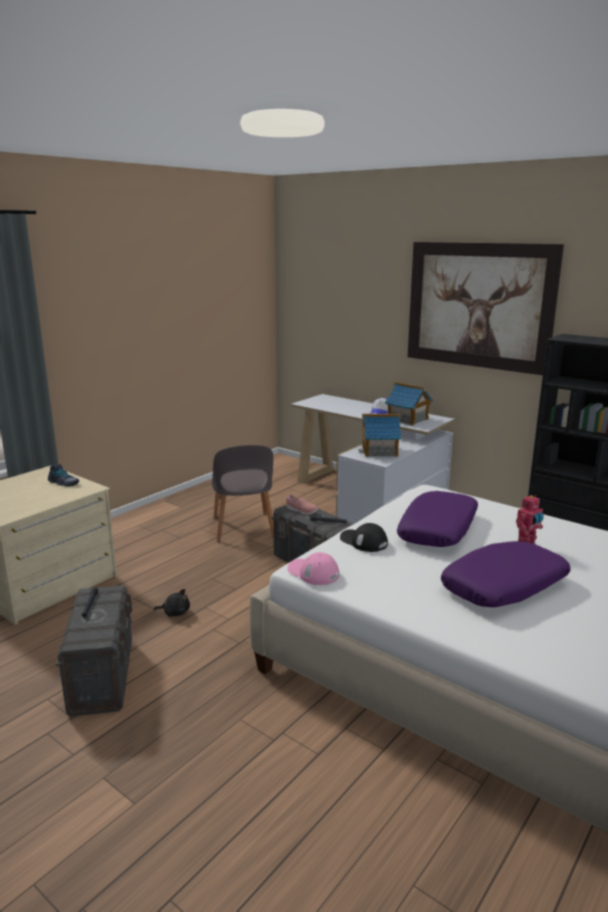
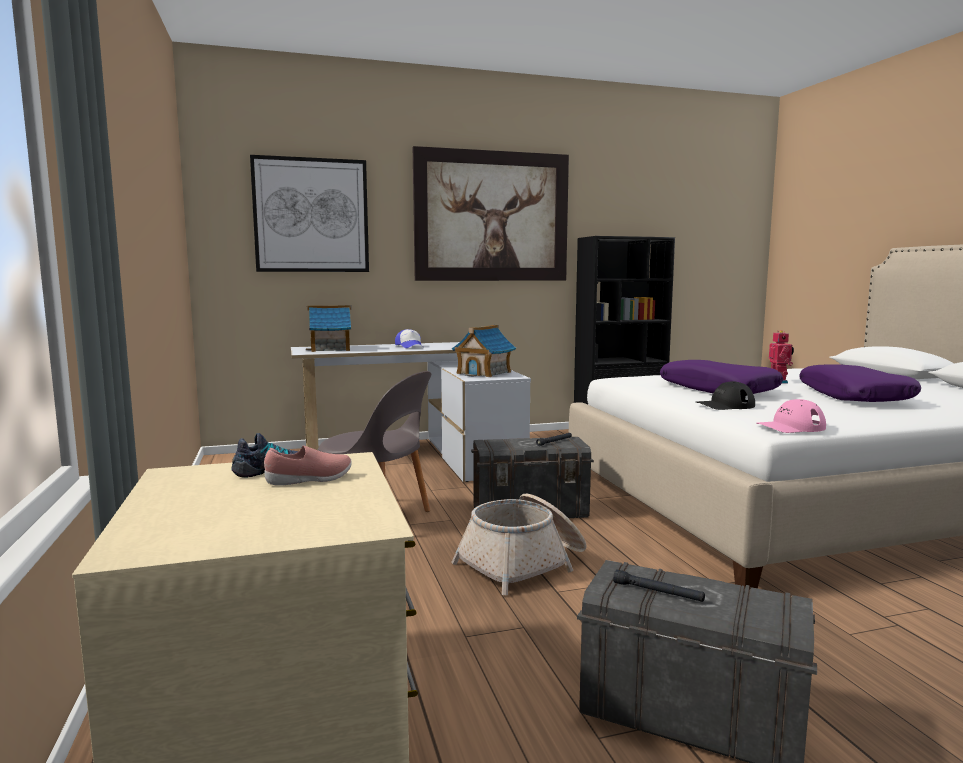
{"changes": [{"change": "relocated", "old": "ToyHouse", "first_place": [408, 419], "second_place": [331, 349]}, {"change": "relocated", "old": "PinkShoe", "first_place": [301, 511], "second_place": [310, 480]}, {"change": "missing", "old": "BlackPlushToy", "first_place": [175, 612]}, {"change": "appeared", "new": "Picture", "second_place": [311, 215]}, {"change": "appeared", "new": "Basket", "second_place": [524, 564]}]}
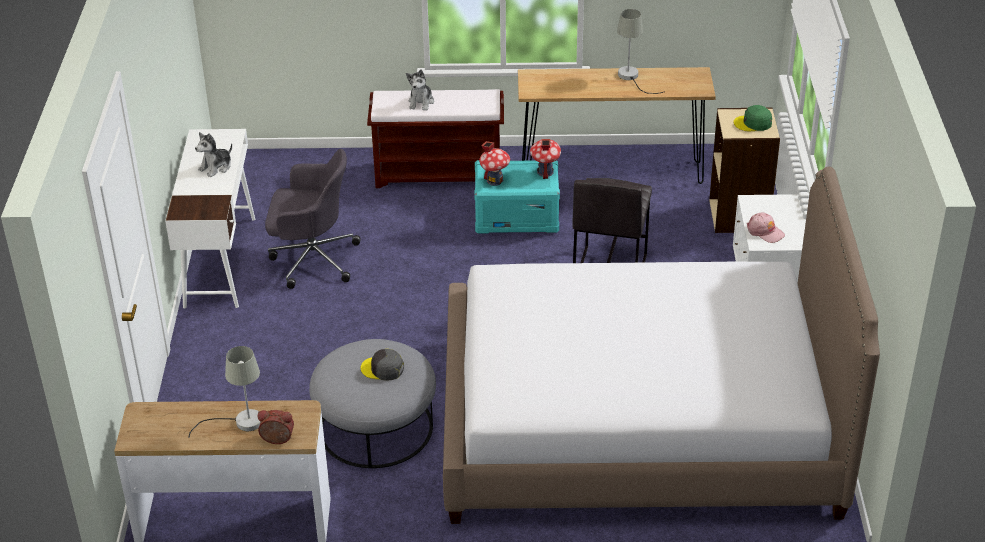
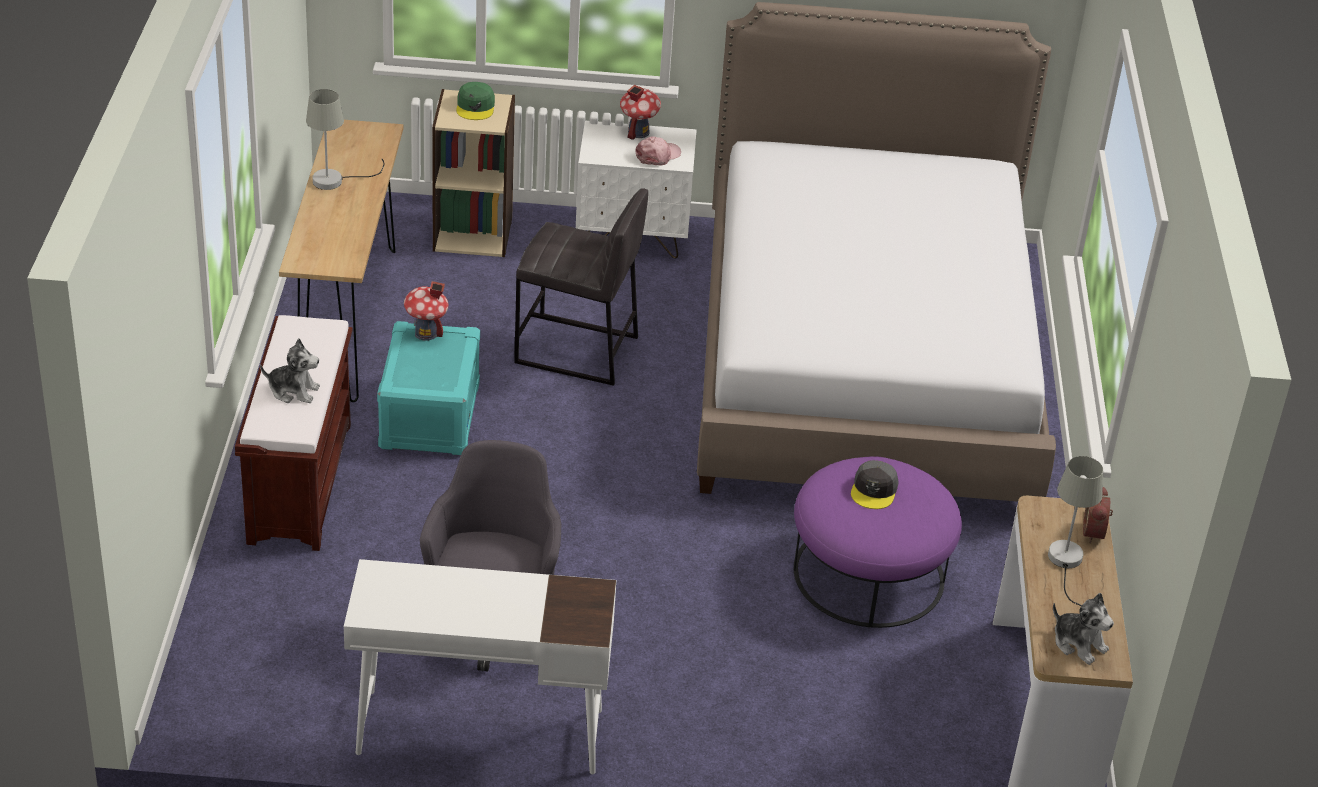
{"changes": [{"change": "relocated", "old": "PlushToy", "first_place": [216, 167], "second_place": [1078, 644]}, {"change": "relocated", "old": "ToyHouse", "first_place": [495, 180], "second_place": [638, 132]}, {"change": "colour", "old": "GreyOttoman", "new": "PurpleOttoman", "first_place": [376, 427], "second_place": [869, 574]}]}
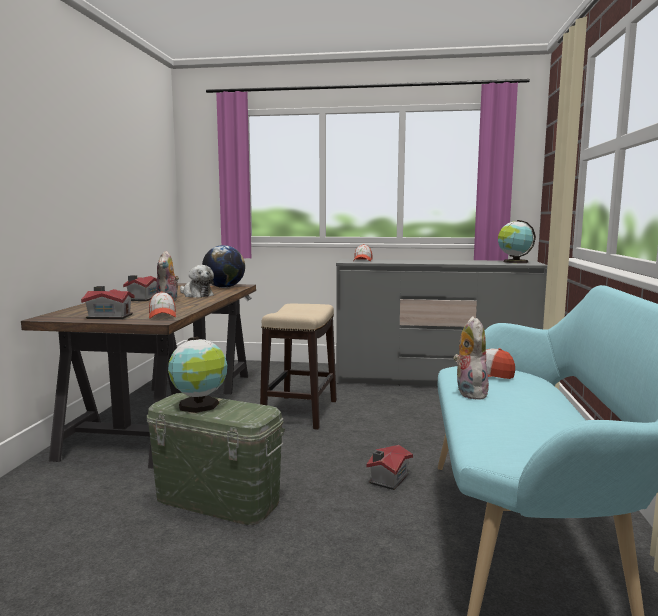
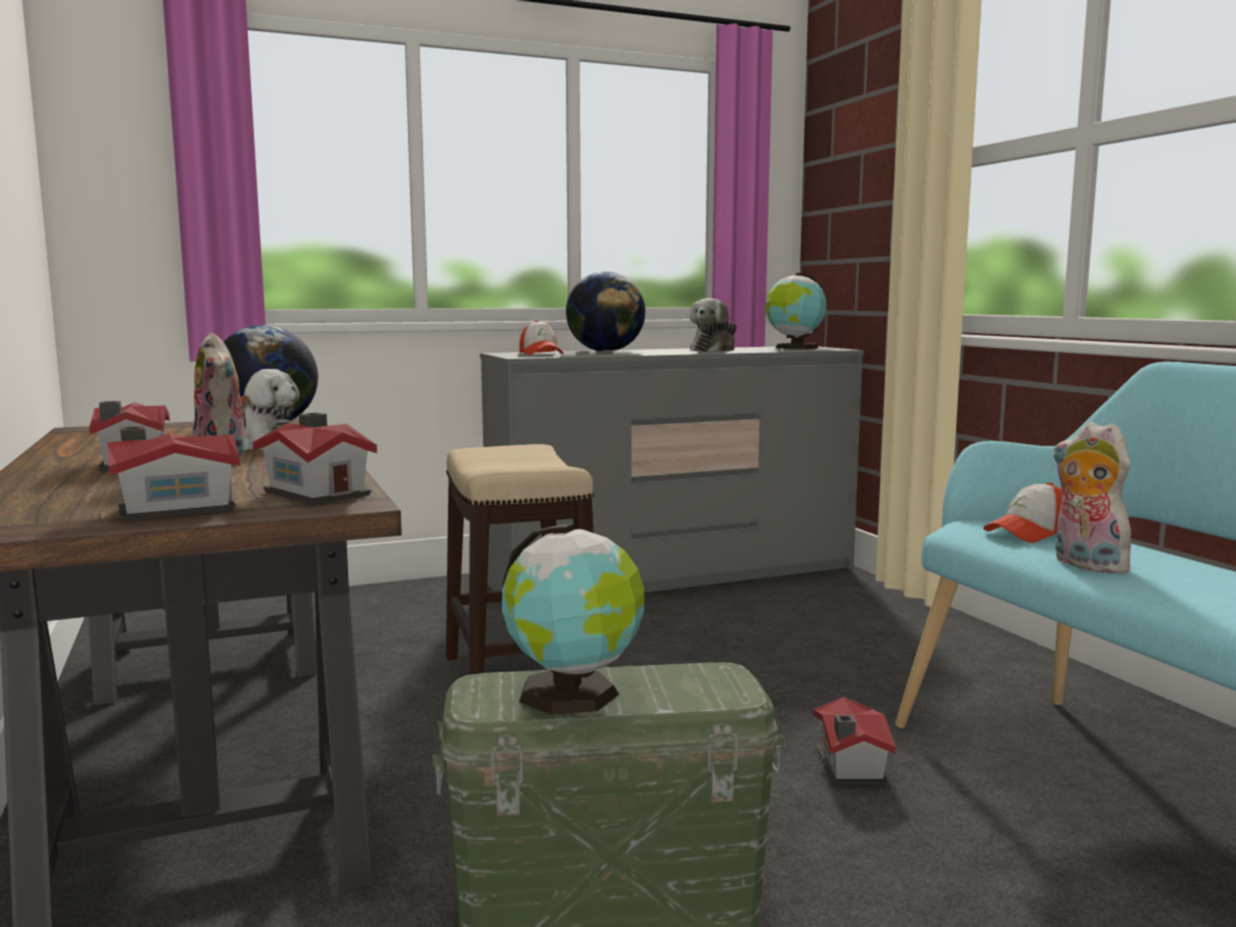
{"changes": [{"change": "exchanged", "old": "Cap", "new": "ToyHouse", "first_place": [162, 315], "second_place": [318, 492]}, {"change": "appeared", "new": "Globe", "second_place": [605, 351]}, {"change": "appeared", "new": "PlushToy", "second_place": [714, 350]}]}
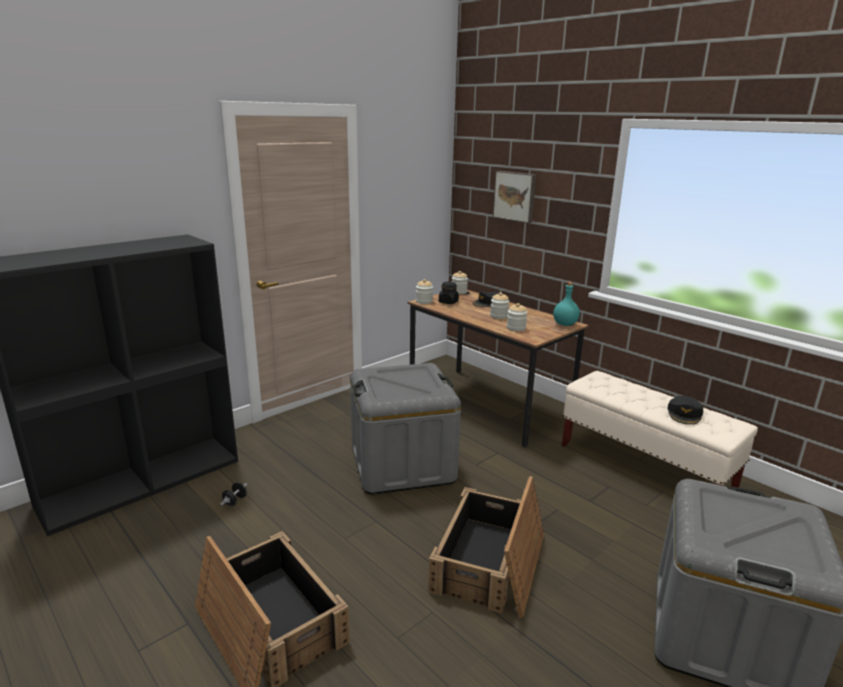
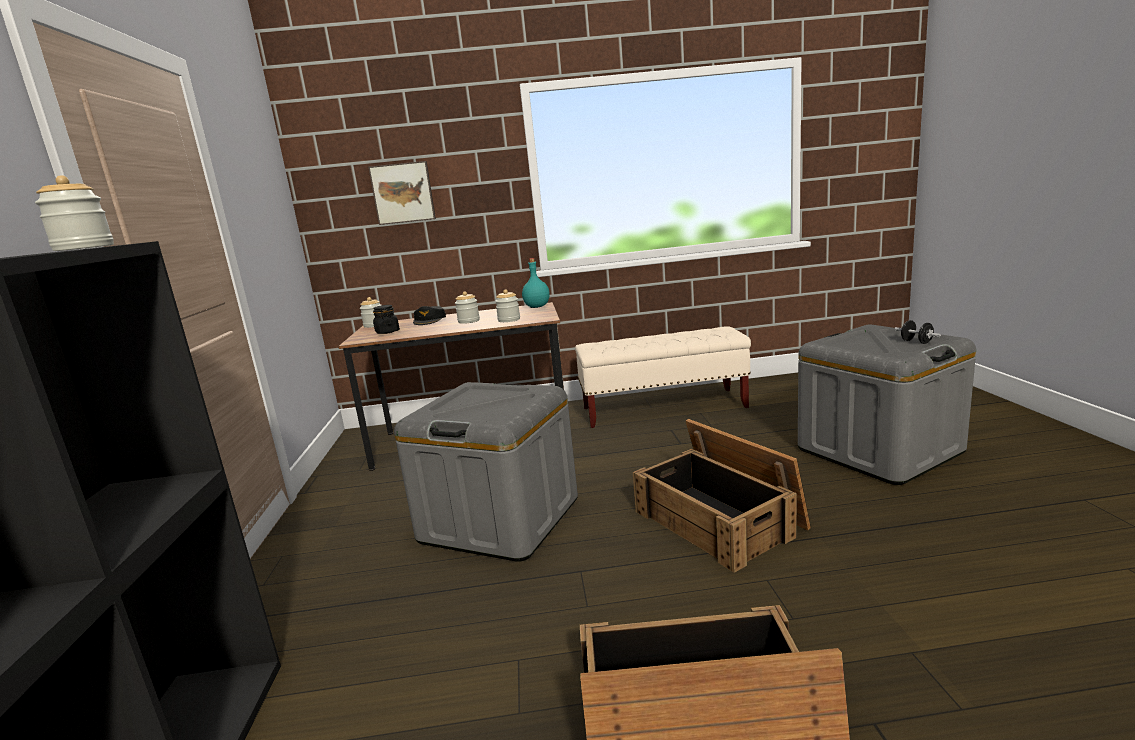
{"changes": [{"change": "relocated", "old": "Jar", "first_place": [424, 301], "second_place": [84, 248]}, {"change": "missing", "old": "BlackCap", "first_place": [684, 414]}, {"change": "relocated", "old": "BlackDumbbell", "first_place": [235, 501], "second_place": [916, 342]}]}
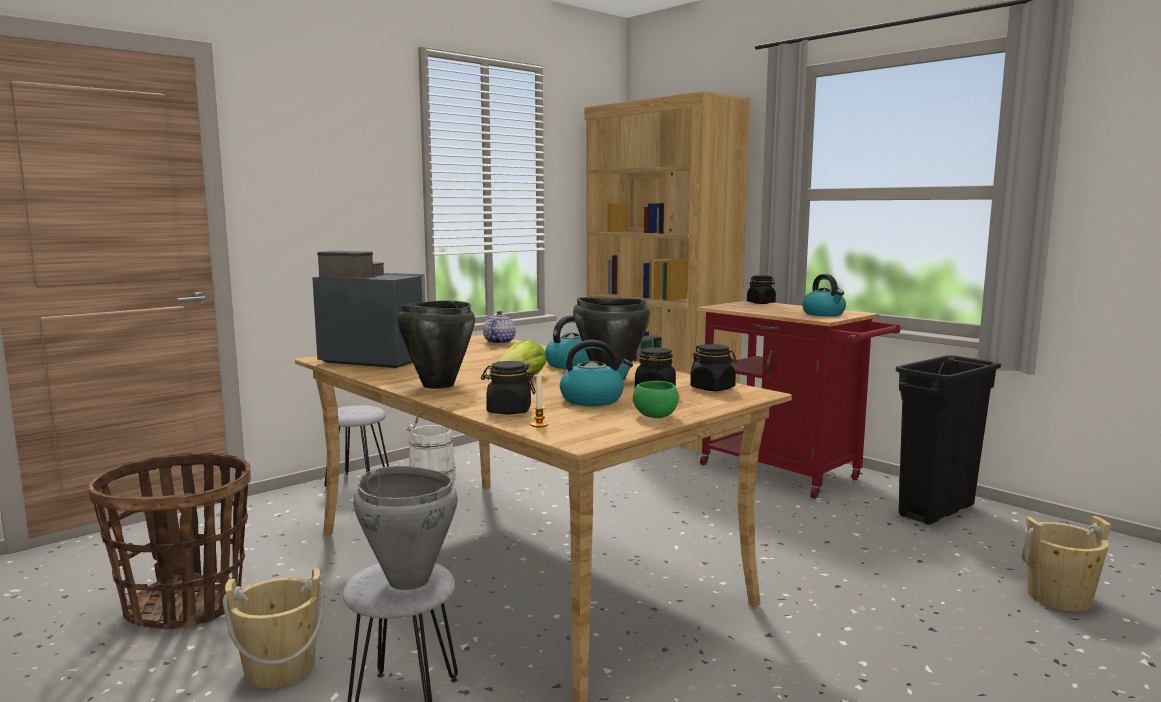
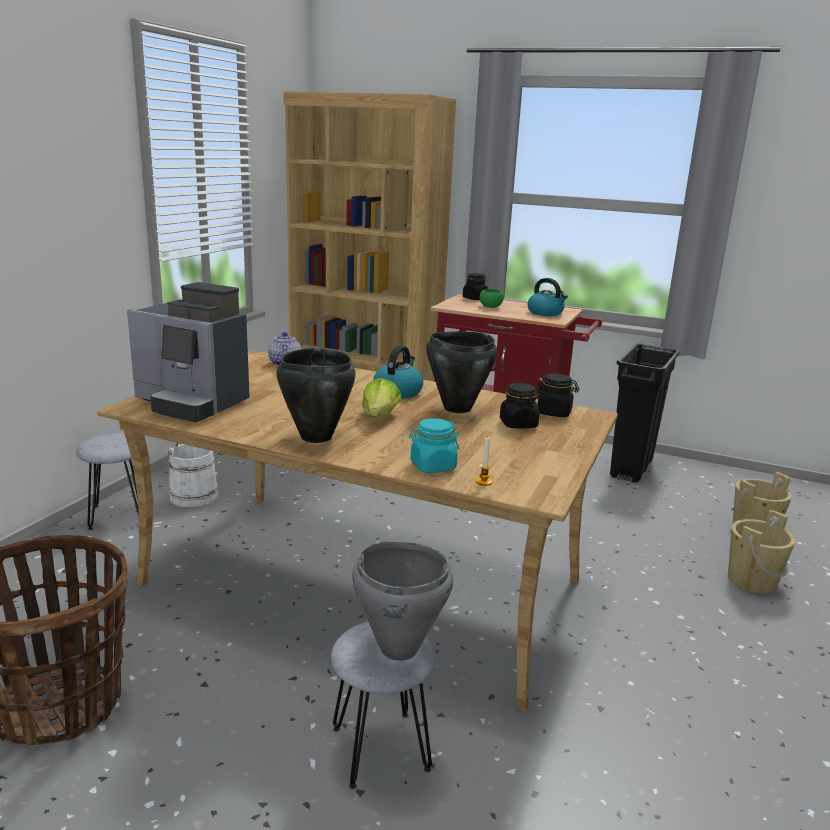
{"changes": [{"change": "spun", "old": "CoffeeMachine", "first_place": [372, 360], "second_place": [192, 404], "degrees": -150}, {"change": "missing", "old": "Kettle", "first_place": [593, 400]}, {"change": "colour", "old": "BlackJar", "new": "TurquoiseJar", "first_place": [508, 411], "second_place": [432, 466]}, {"change": "relocated", "old": "GreenBowl", "first_place": [655, 416], "second_place": [490, 307]}, {"change": "relocated", "old": "BeigeBucket", "first_place": [280, 669], "second_place": [751, 581]}]}
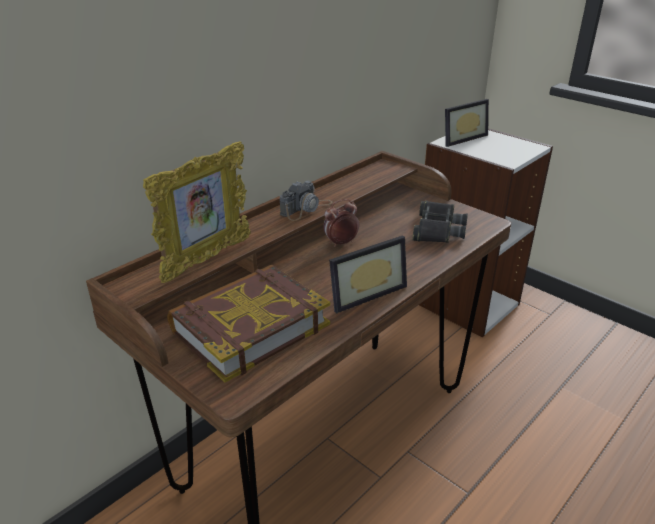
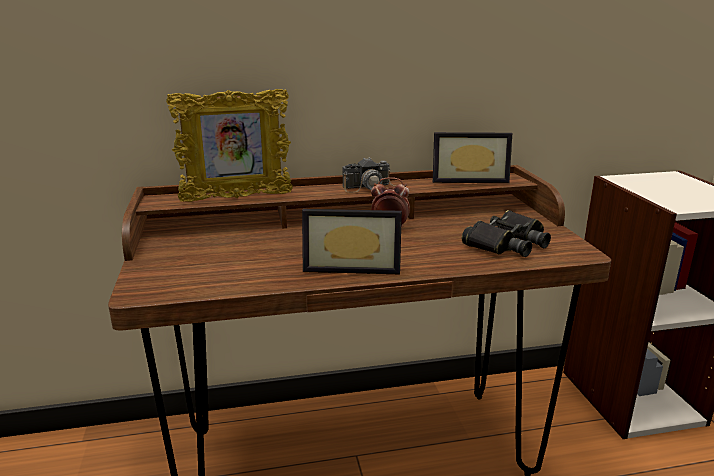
{"changes": [{"change": "relocated", "old": "PictureFrame", "first_place": [460, 138], "second_place": [468, 179]}, {"change": "missing", "old": "Book", "first_place": [249, 327]}]}
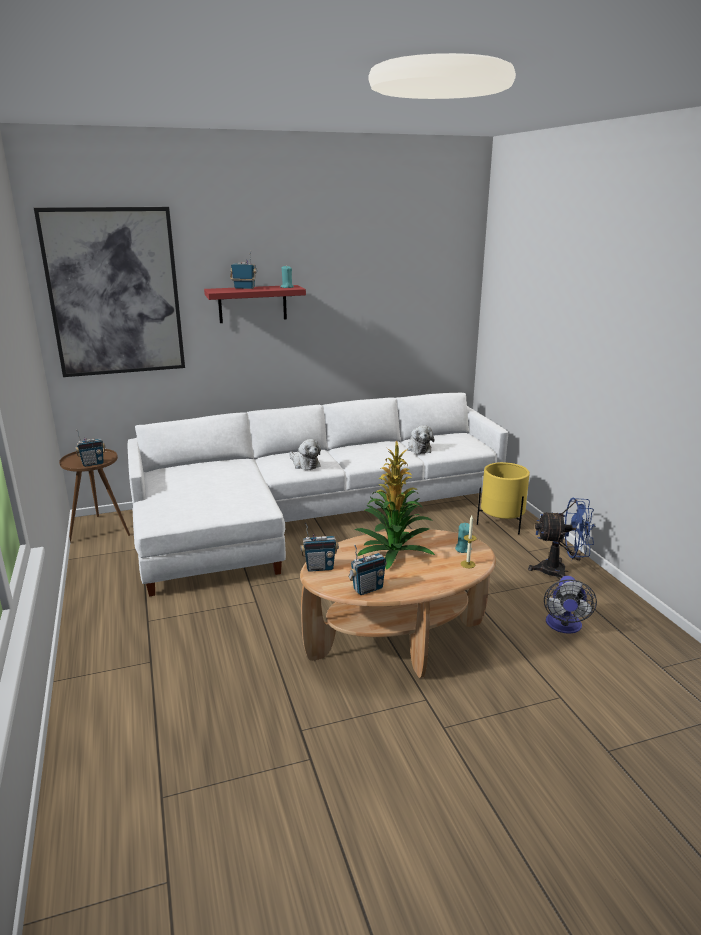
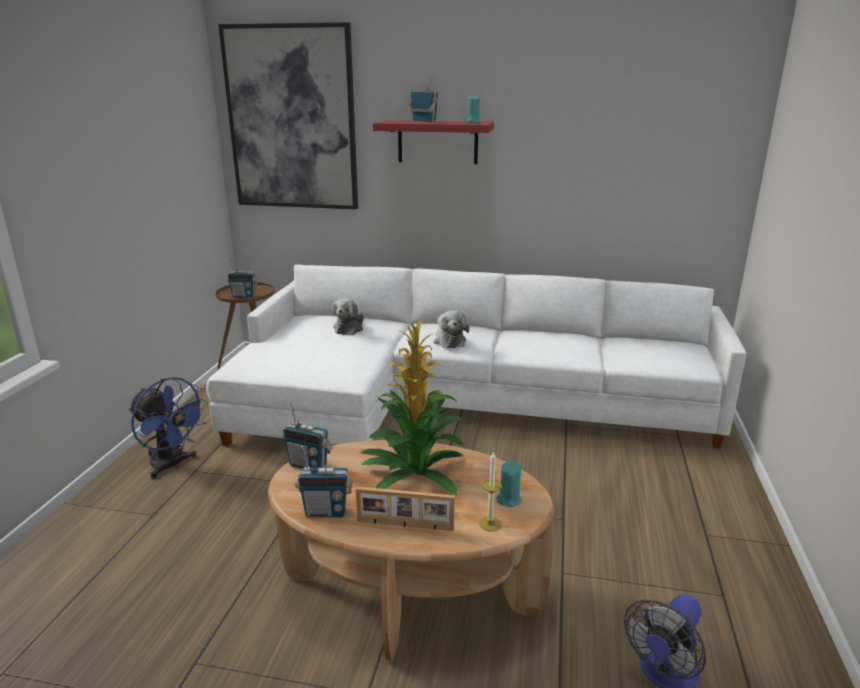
{"changes": [{"change": "relocated", "old": "PlushToy", "first_place": [418, 448], "second_place": [349, 328]}, {"change": "missing", "old": "YellowPlanter", "first_place": [501, 524]}, {"change": "relocated", "old": "BlueFan", "first_place": [560, 571], "second_place": [172, 465]}, {"change": "appeared", "new": "PictureFrame", "second_place": [405, 525]}]}
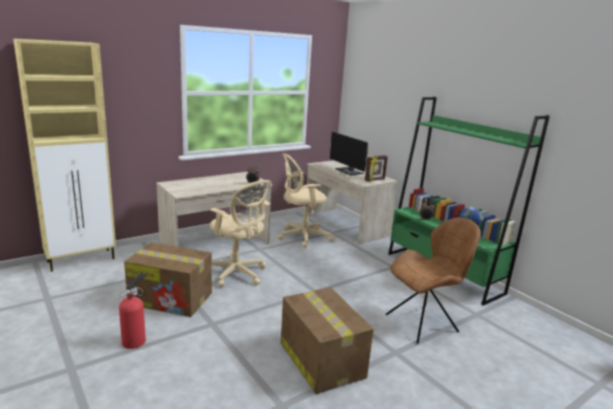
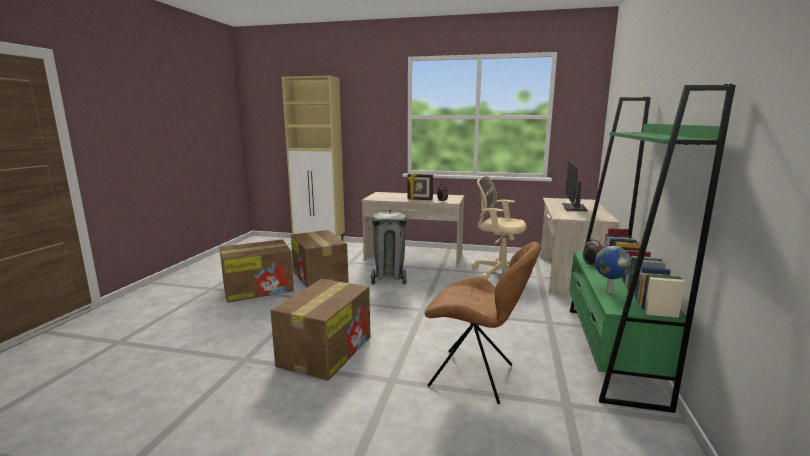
{"changes": [{"change": "relocated", "old": "PictureFrame", "first_place": [375, 180], "second_place": [419, 199]}, {"change": "exchanged", "old": "BeigeOfficeChair", "new": "GreyTrashCan", "first_place": [237, 274], "second_place": [389, 278]}, {"change": "exchanged", "old": "FireExtinguisher", "new": "CardboardBox", "first_place": [135, 340], "second_place": [259, 289]}]}
